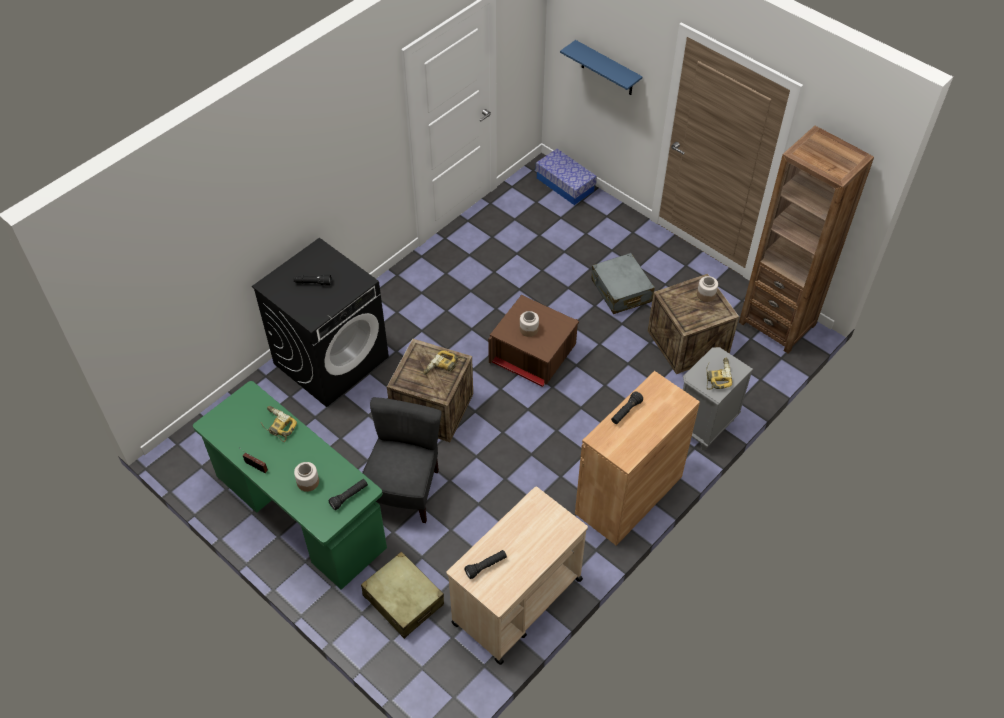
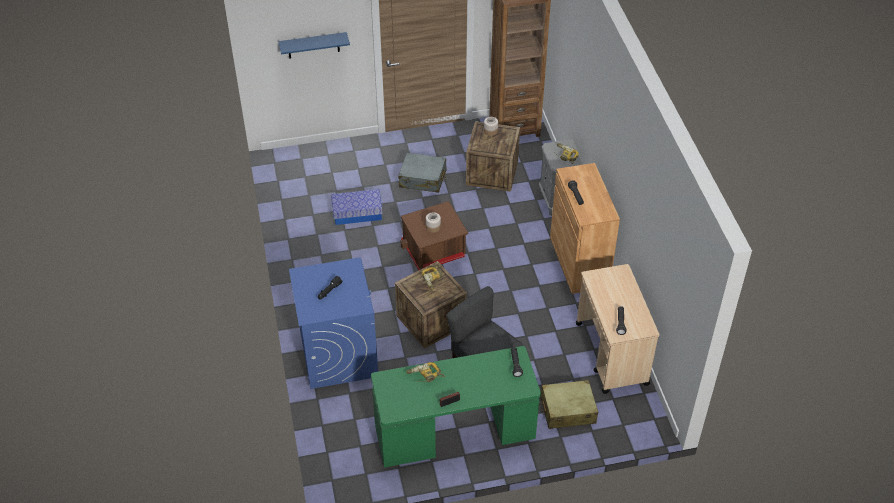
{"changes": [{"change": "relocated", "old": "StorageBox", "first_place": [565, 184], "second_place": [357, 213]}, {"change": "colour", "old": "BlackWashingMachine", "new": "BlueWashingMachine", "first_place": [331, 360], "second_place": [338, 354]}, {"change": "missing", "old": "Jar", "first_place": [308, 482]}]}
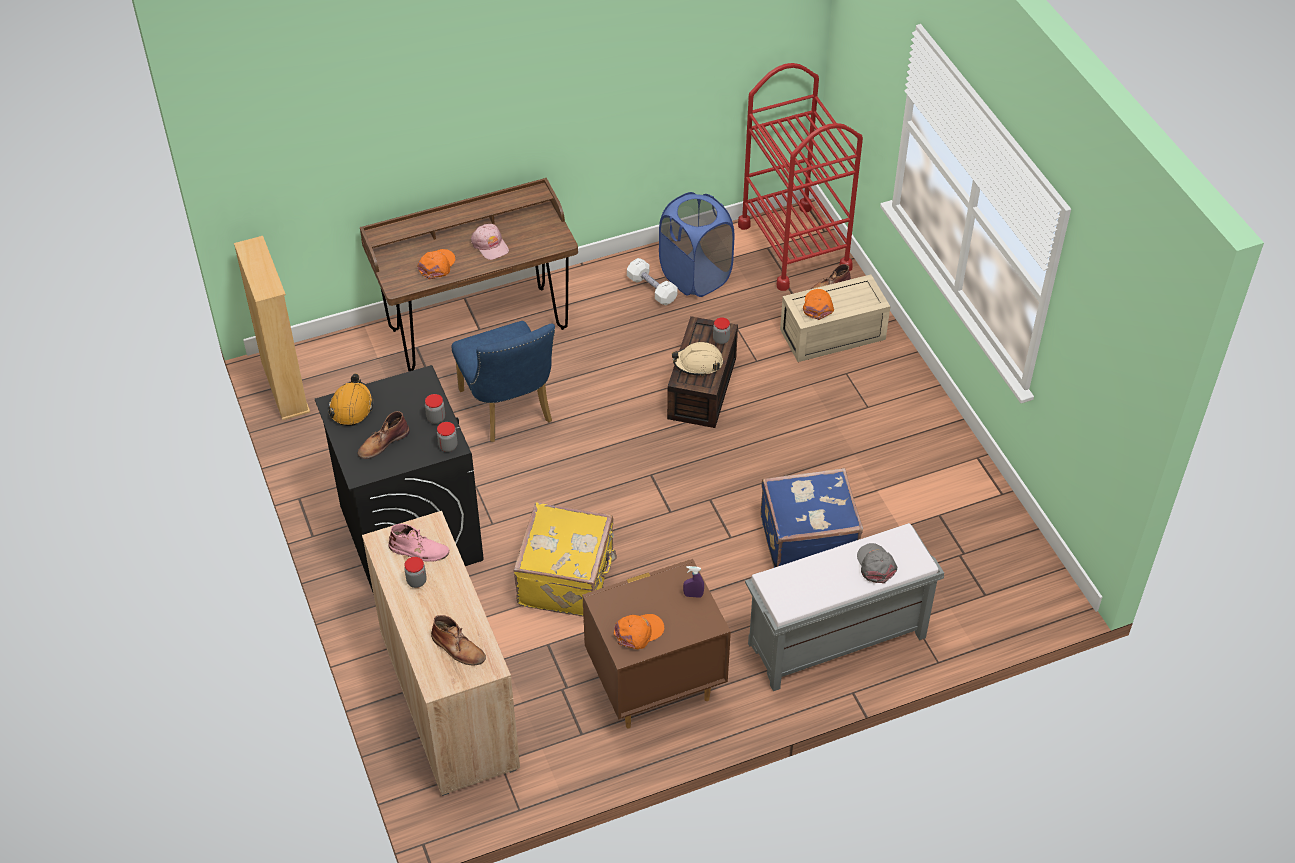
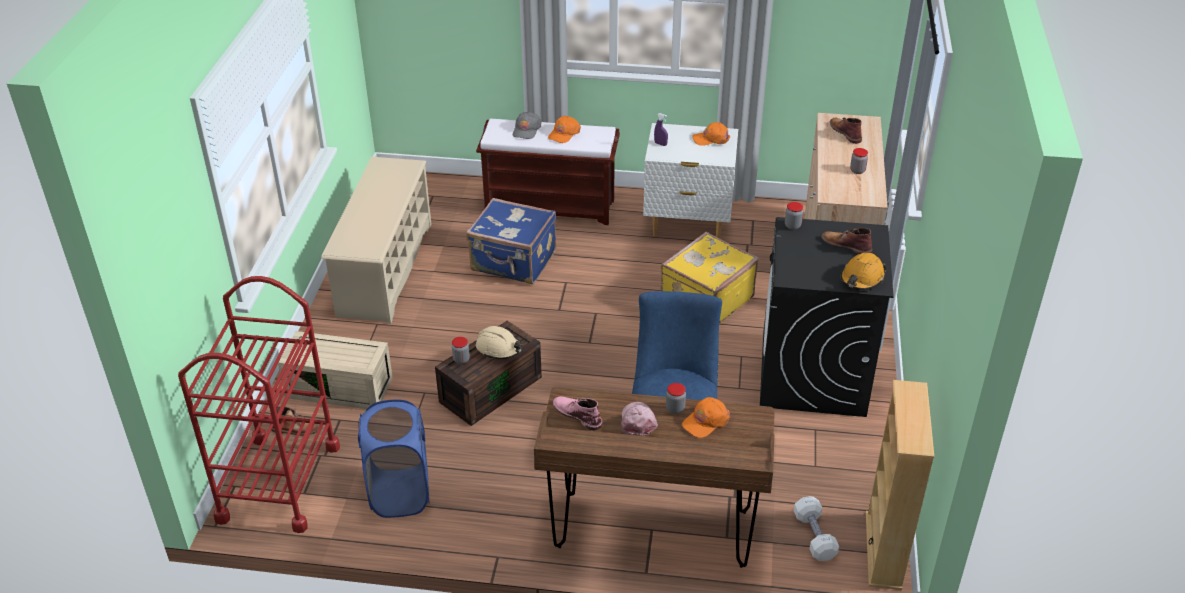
{"changes": [{"change": "relocated", "old": "WhiteDumbbell", "first_place": [652, 289], "second_place": [814, 536]}, {"change": "relocated", "old": "OrangeCap", "first_place": [817, 306], "second_place": [564, 134]}, {"change": "relocated", "old": "Jar", "first_place": [436, 418], "second_place": [675, 409]}, {"change": "spun", "old": "BrownBoot", "first_place": [383, 443], "second_place": [846, 245], "degrees": -135}, {"change": "colour", "old": "GreyBench", "new": "BrownBench", "first_place": [835, 642], "second_place": [551, 207]}, {"change": "relocated", "old": "PinkBoot", "first_place": [419, 550], "second_place": [577, 414]}, {"change": "colour", "old": "BrownNightstand", "new": "WhiteNightstand", "first_place": [655, 687], "second_place": [687, 225]}, {"change": "appeared", "new": "BeigeShoeRack", "second_place": [385, 269]}]}
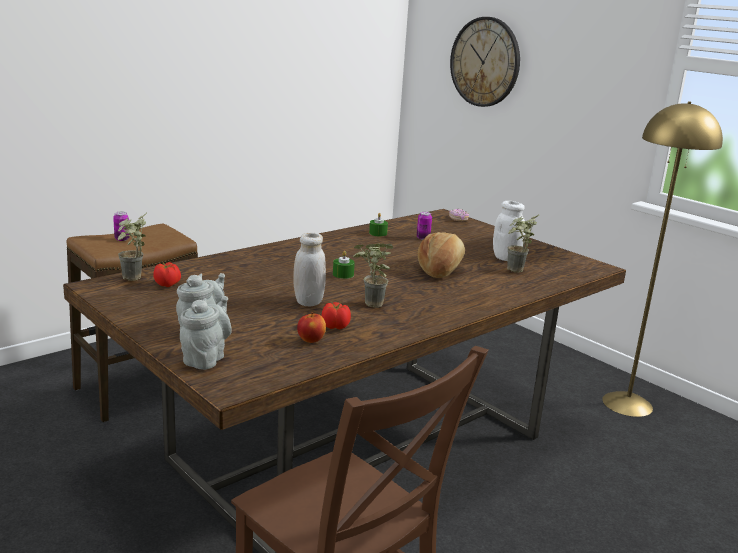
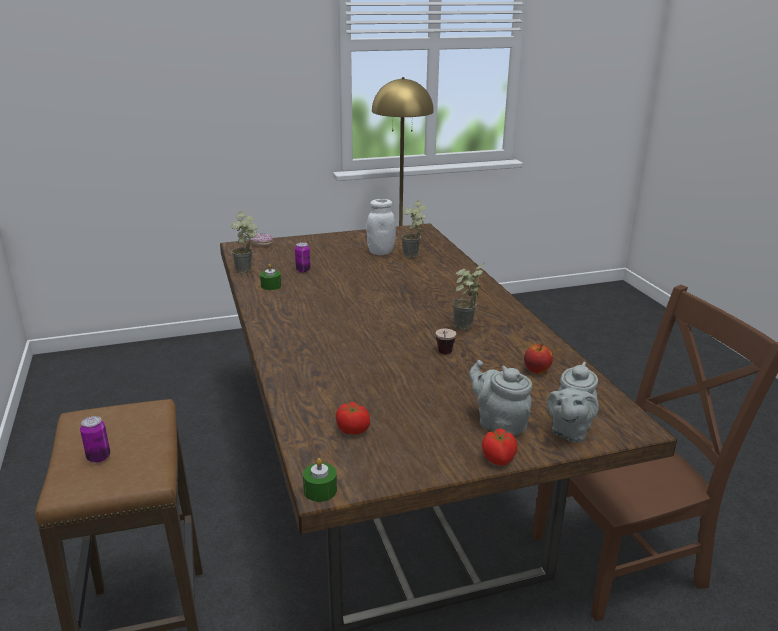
{"changes": [{"change": "missing", "old": "WallClock", "first_place": [485, 62]}, {"change": "relocated", "old": "PottedPlant", "first_place": [133, 280], "second_place": [248, 271]}, {"change": "missing", "old": "Bread", "first_place": [441, 269]}, {"change": "exchanged", "old": "WhiteJar", "new": "Cup", "first_place": [308, 301], "second_place": [444, 355]}, {"change": "relocated", "old": "GreenCandle", "first_place": [343, 274], "second_place": [320, 490]}, {"change": "spun", "old": "GreyTeapot", "first_place": [206, 358], "second_place": [569, 431], "degrees": -105}, {"change": "relocated", "old": "Tomato", "first_place": [335, 327], "second_place": [498, 459]}]}
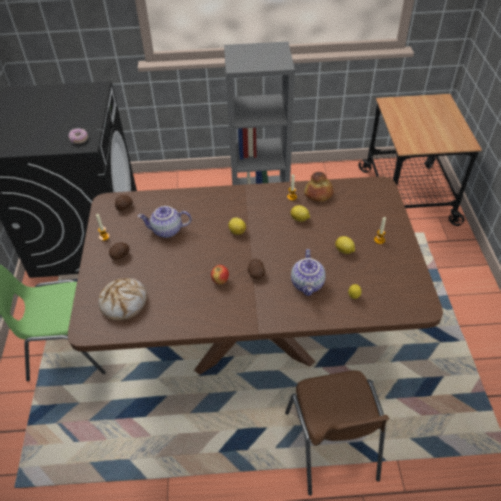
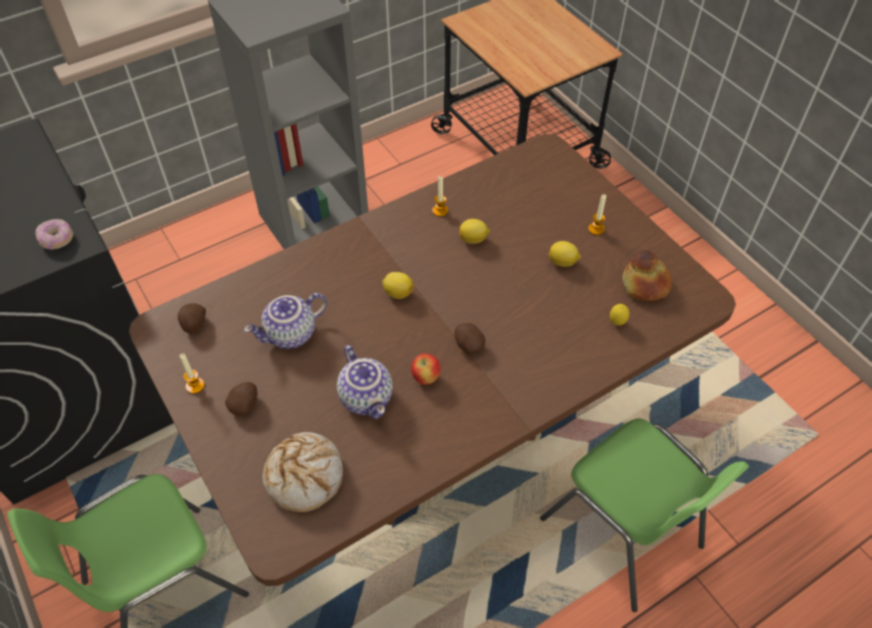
{"changes": [{"change": "relocated", "old": "Bread", "first_place": [318, 193], "second_place": [644, 285]}, {"change": "relocated", "old": "Teapot", "first_place": [308, 284], "second_place": [367, 397]}, {"change": "colour", "old": "BrownChair", "new": "GreenChair", "first_place": [331, 446], "second_place": [622, 533]}]}
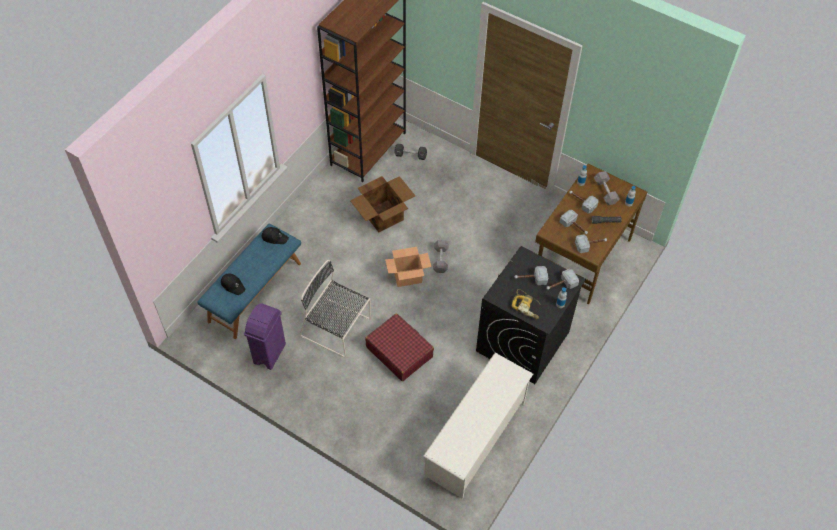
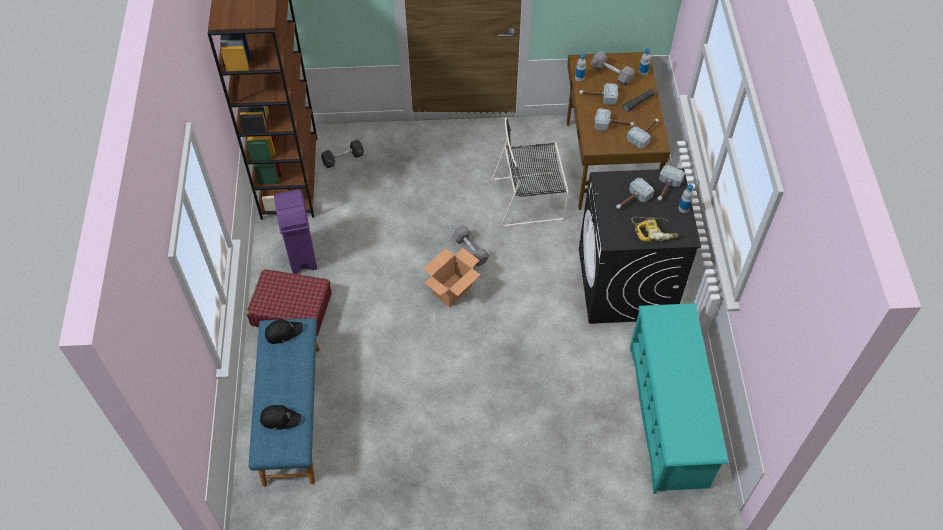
{"changes": [{"change": "missing", "old": "CardboardBox", "first_place": [383, 216]}, {"change": "relocated", "old": "BlackChair", "first_place": [337, 328], "second_place": [530, 198]}, {"change": "relocated", "old": "PurpleTrashCan", "first_place": [269, 354], "second_place": [302, 256]}, {"change": "relocated", "old": "RedSuitcase", "first_place": [399, 351], "second_place": [291, 309]}, {"change": "colour", "old": "WhiteShoeRack", "new": "TurquoiseShoeRack", "first_place": [476, 439], "second_place": [668, 416]}]}
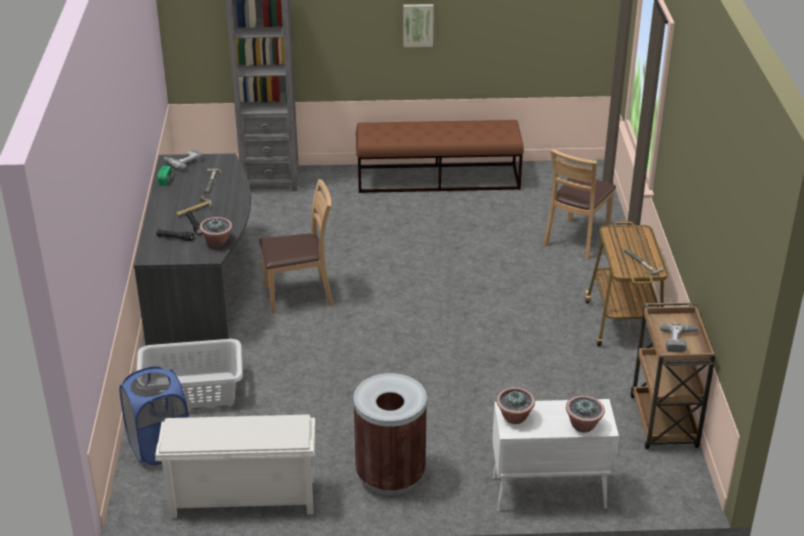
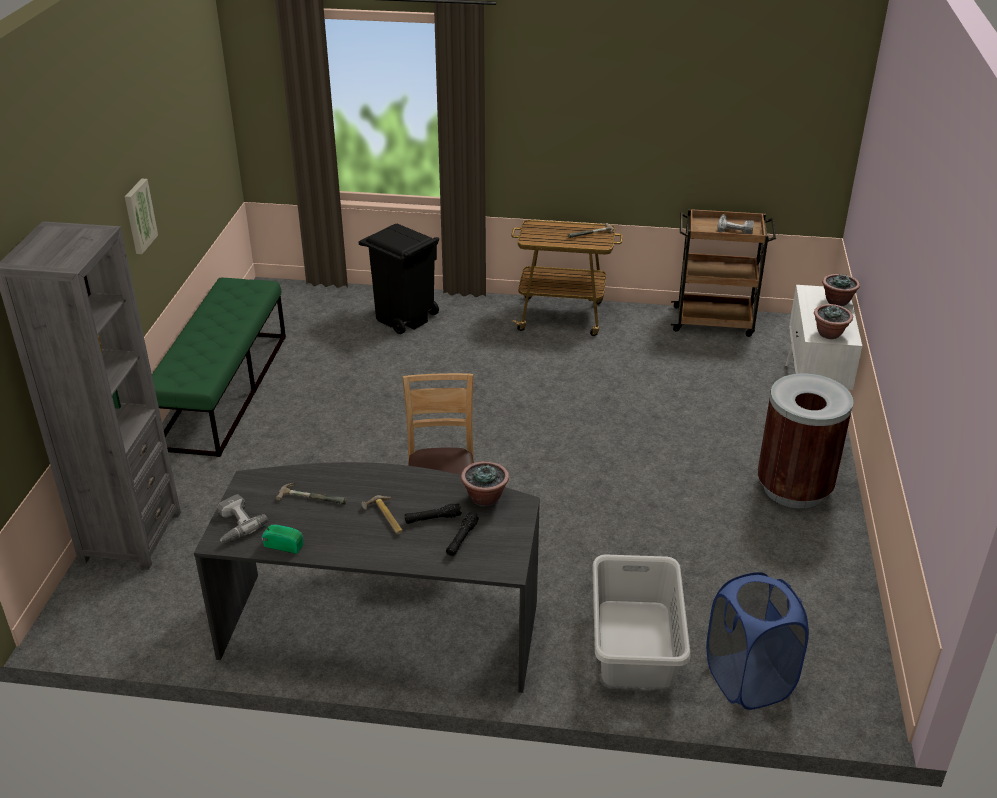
{"changes": [{"change": "colour", "old": "BrownBench", "new": "GreenBench", "first_place": [438, 178], "second_place": [224, 389]}, {"change": "exchanged", "old": "BrownChair", "new": "BlackTrashCan", "first_place": [576, 239], "second_place": [404, 318]}, {"change": "missing", "old": "WhiteShoeRack", "first_place": [241, 499]}]}
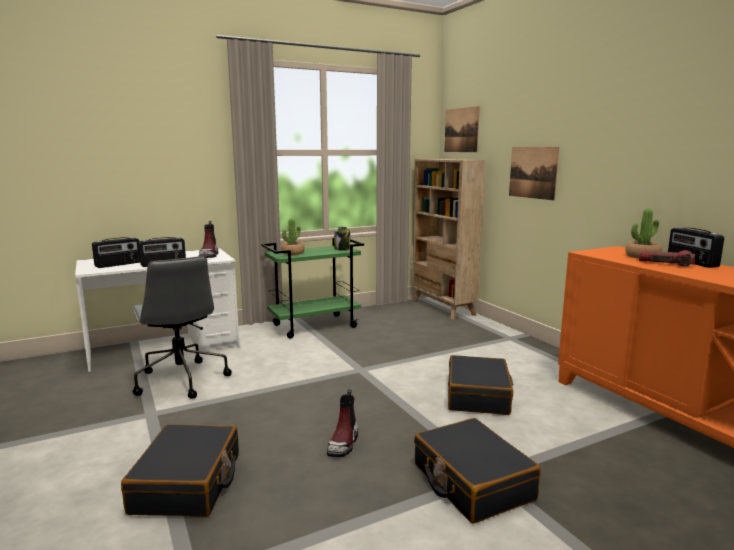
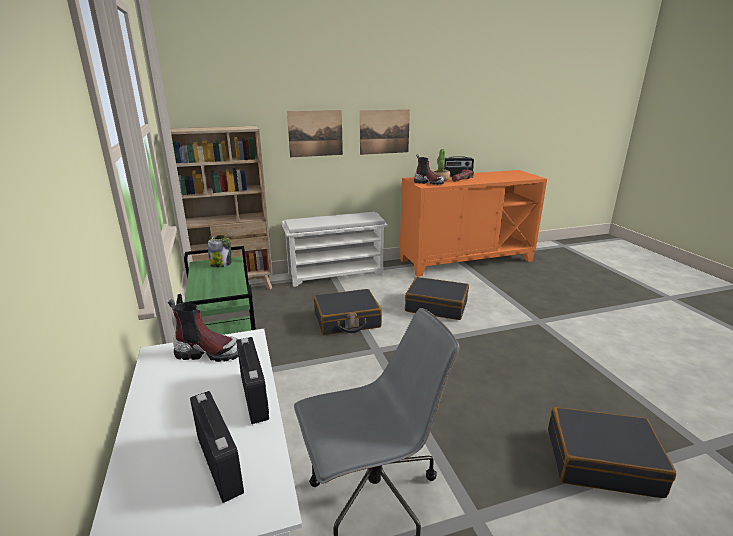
{"changes": [{"change": "relocated", "old": "Picture", "first_place": [461, 130], "second_place": [384, 132]}, {"change": "missing", "old": "PottedPlant", "first_place": [292, 253]}, {"change": "relocated", "old": "Boot", "first_place": [343, 443], "second_place": [428, 183]}, {"change": "relocated", "old": "BlackSuitcase", "first_place": [472, 482], "second_place": [347, 320]}, {"change": "appeared", "new": "WhiteShoeRack", "second_place": [336, 274]}]}
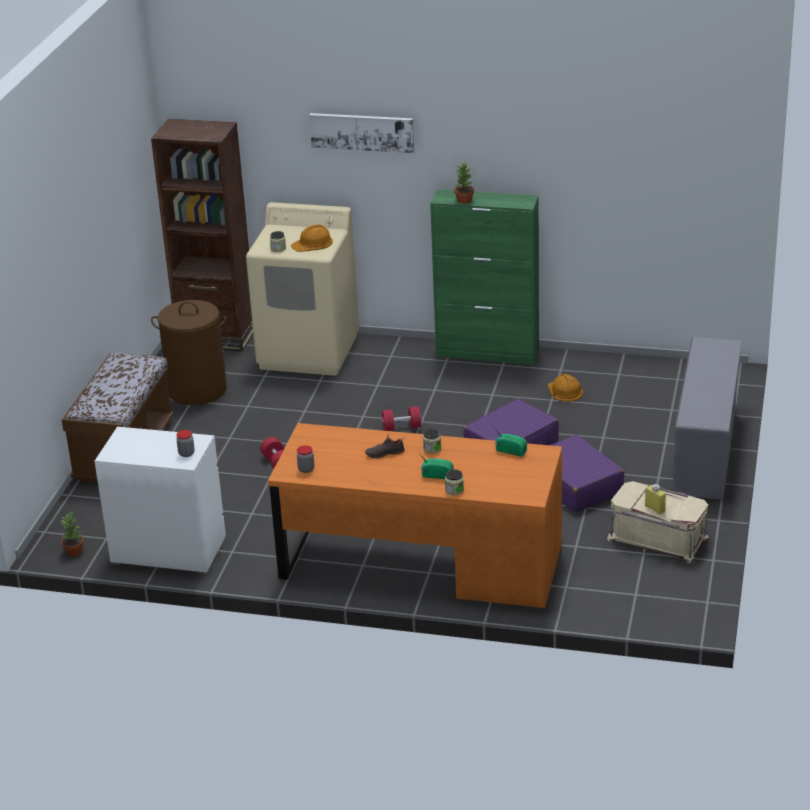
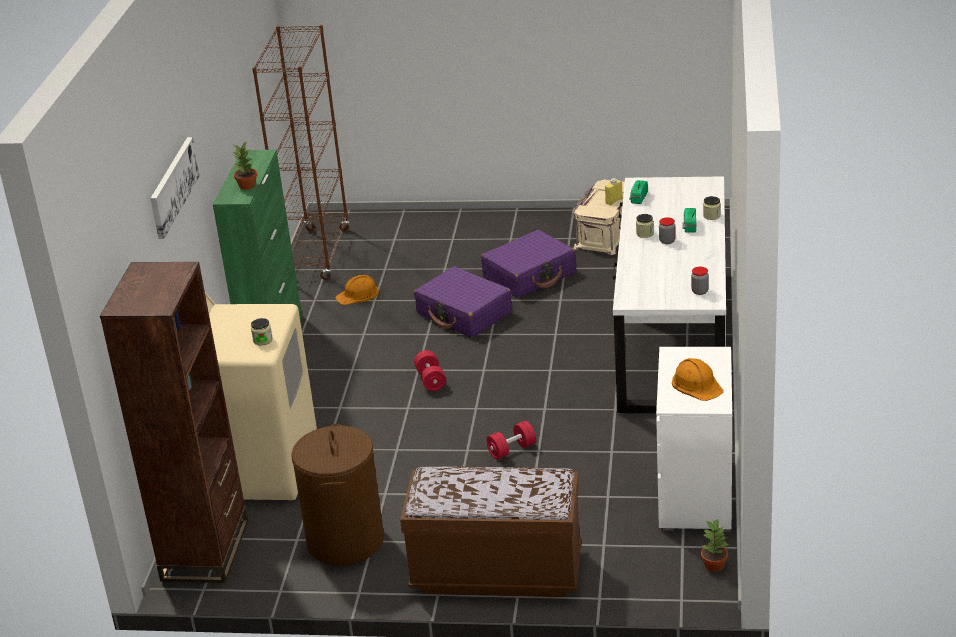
{"changes": [{"change": "relocated", "old": "OrangeHardHat", "first_place": [312, 243], "second_place": [697, 384]}, {"change": "missing", "old": "GreyShoeRack", "first_place": [706, 452]}, {"change": "colour", "old": "OrangeDesk", "new": "WhiteDesk", "first_place": [420, 563], "second_place": [673, 340]}, {"change": "relocated", "old": "Jar", "first_place": [186, 453], "second_place": [667, 241]}, {"change": "missing", "old": "BlackShoe", "first_place": [384, 453]}, {"change": "appeared", "new": "BrownBookcase", "second_place": [318, 254]}]}
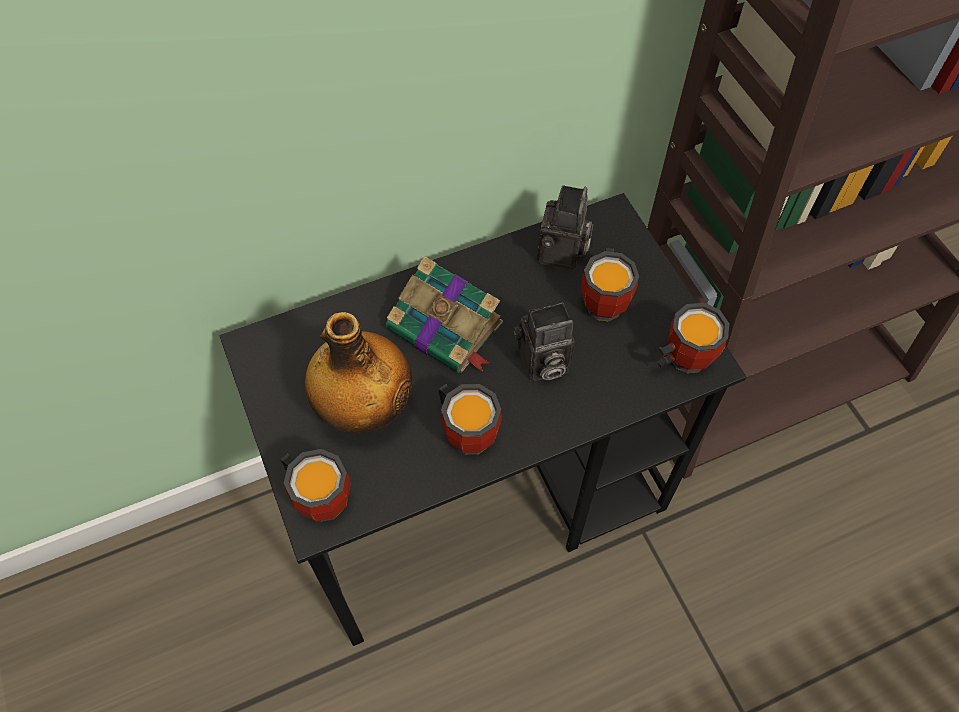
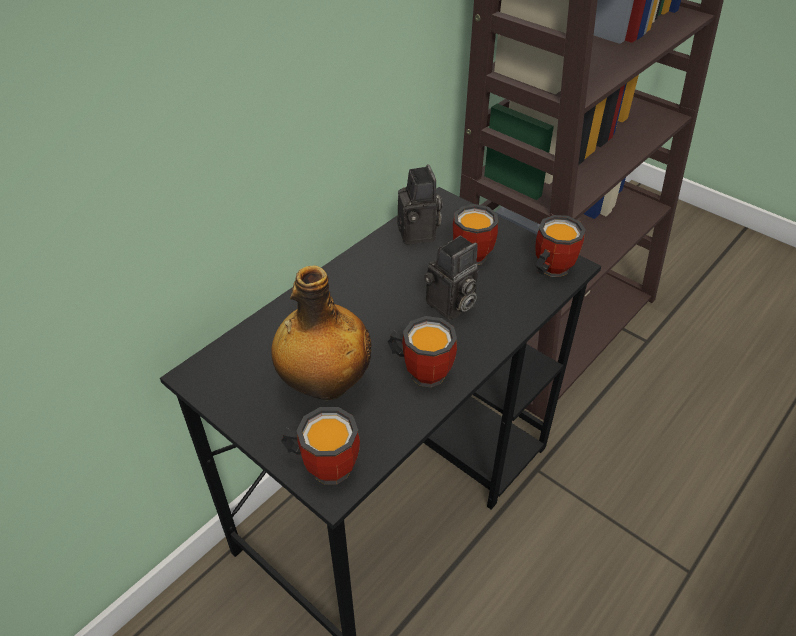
{"changes": [{"change": "missing", "old": "Book", "first_place": [447, 328]}]}
